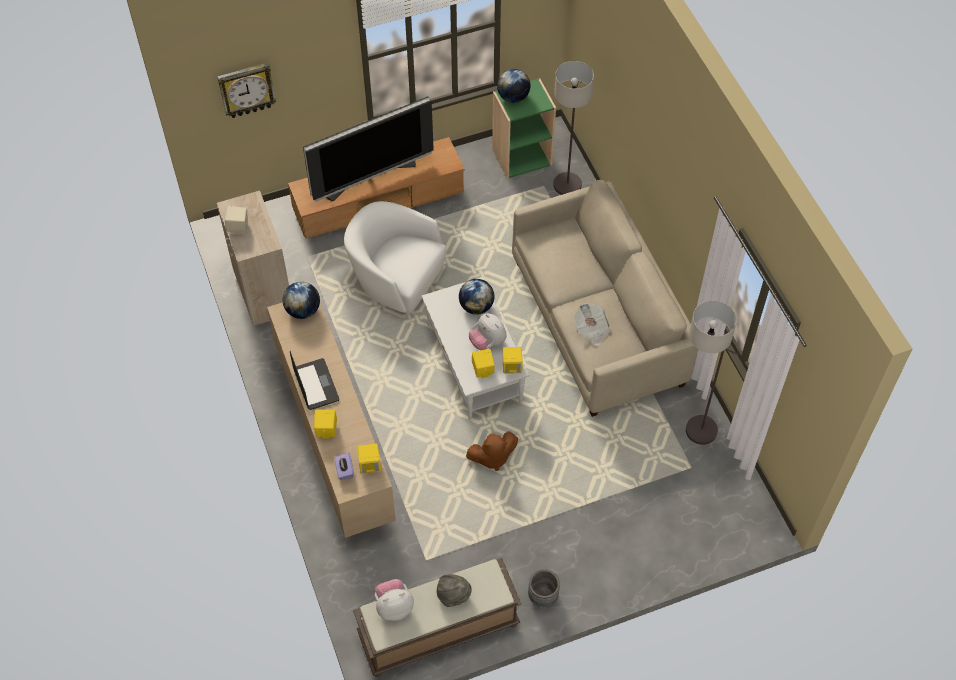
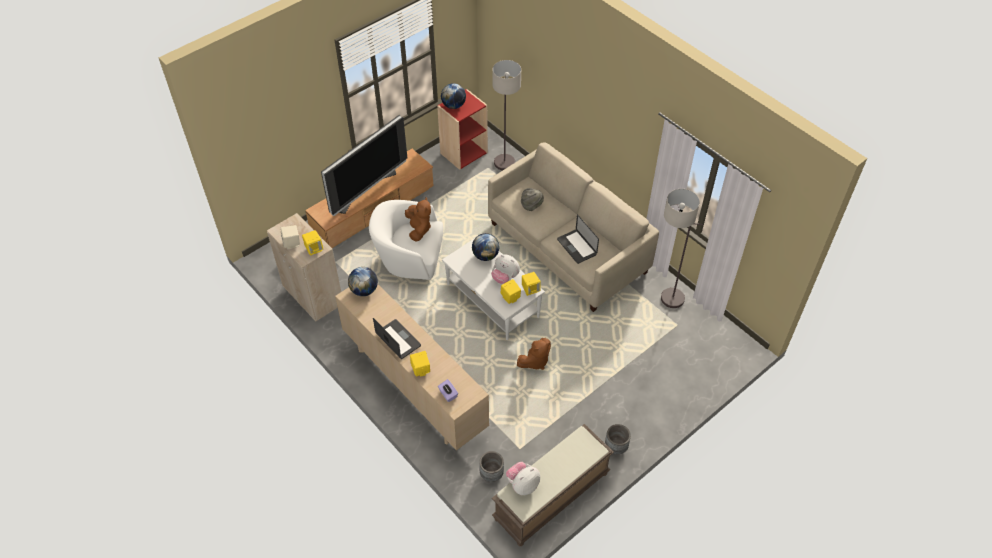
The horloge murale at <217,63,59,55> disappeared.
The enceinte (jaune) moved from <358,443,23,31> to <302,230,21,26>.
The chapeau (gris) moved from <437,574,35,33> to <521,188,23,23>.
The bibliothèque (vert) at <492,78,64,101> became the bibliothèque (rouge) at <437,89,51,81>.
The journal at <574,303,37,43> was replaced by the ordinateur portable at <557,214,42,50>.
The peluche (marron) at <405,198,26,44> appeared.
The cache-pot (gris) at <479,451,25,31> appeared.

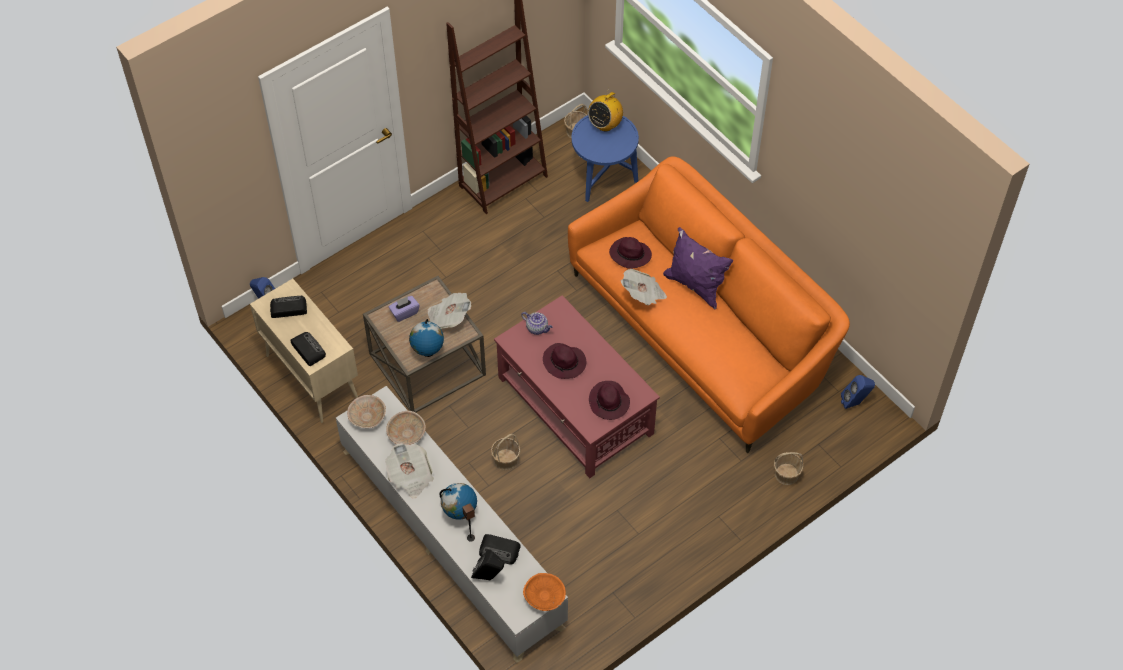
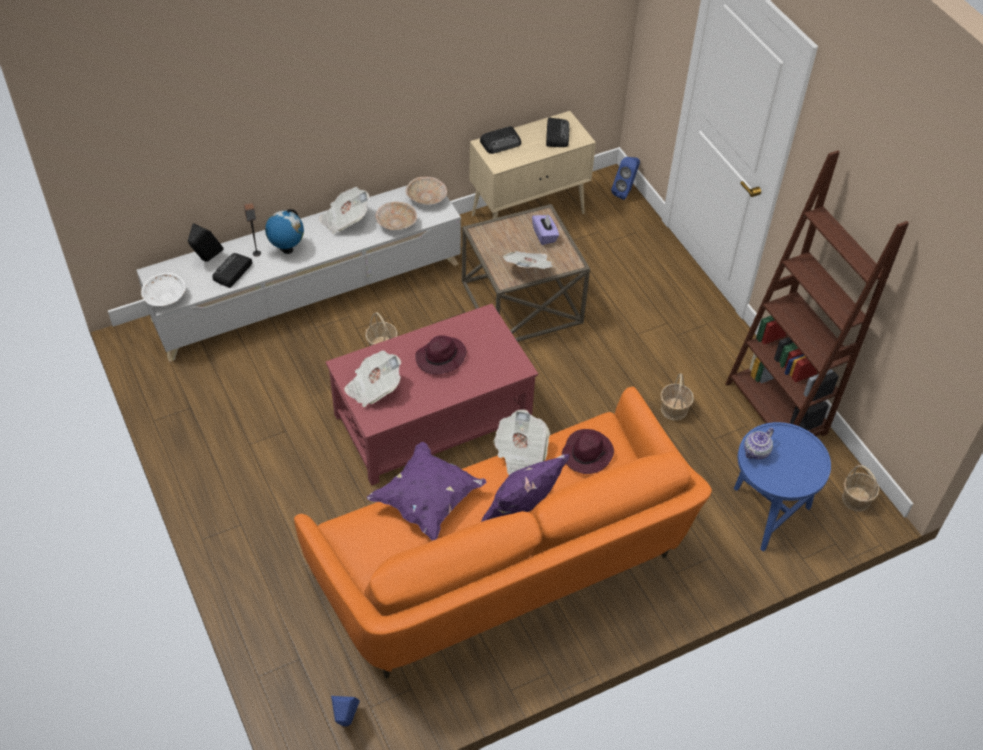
The globe at <409,319,35,38> disappeared.
The théière moved from <521,312,32,23> to <744,428,30,31>.
The bol (orange) at <523,573,43,38> became the bol (blanc) at <141,273,45,33>.
The radio at <588,91,35,40> disappeared.
The chapeau (violet) at <589,381,41,39> was replaced by the journal at <344,351,57,56>.
The panier moved from <774,452,29,33> to <660,373,34,47>.
The coussin (violet) at <366,442,121,99> appeared.

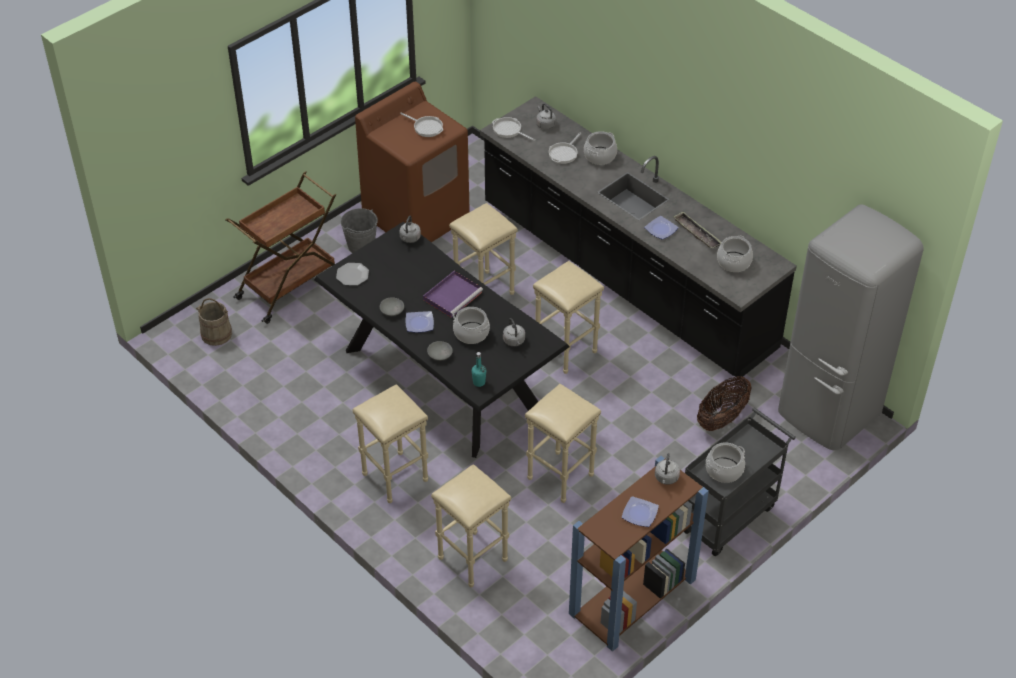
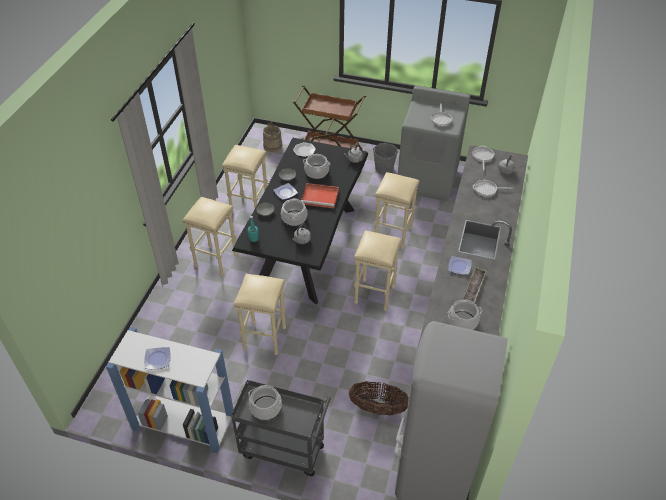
The lave-linge (marron) at <355,82,115,161> became the lave-linge (gris) at <398,86,72,115>.
The plateau (violet) at <423,271,60,47> became the plateau (rouge) at <301,183,38,25>.
The tabouret (beige) moved from <431,464,80,123> to <222,145,46,67>.
The bibliothèque (marron) at <569,456,140,196> became the bibliothèque (blanc) at <106,327,128,127>.
The marmite moved from <584,131,33,34> to <303,154,27,25>.
The bouilloire (gris) at <655,453,25,32> disappeared.

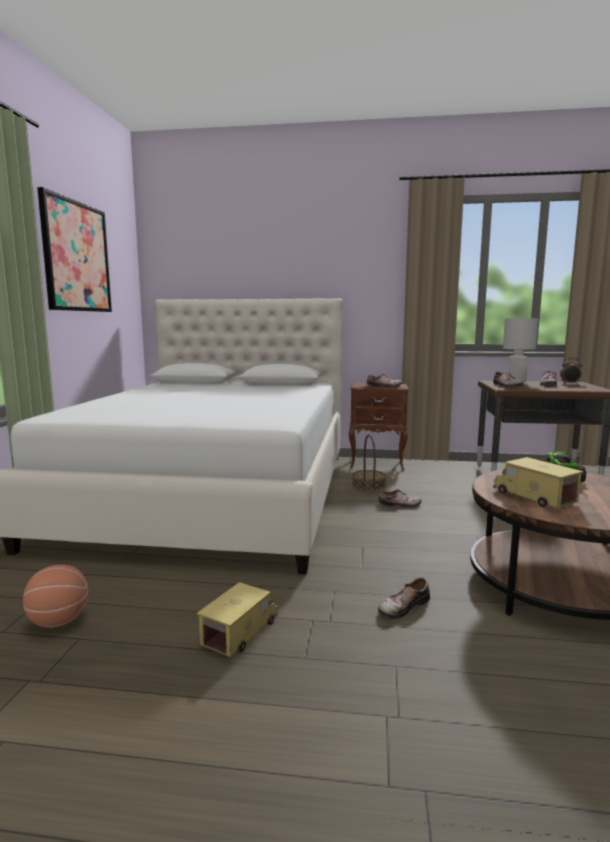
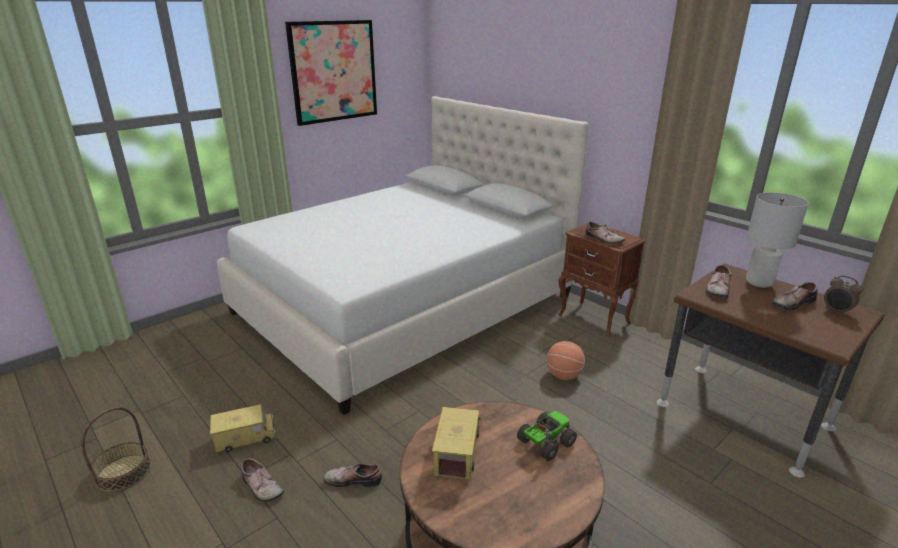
The ballon de basket moved from <23,564,66,64> to <546,341,39,39>.
The panier moved from <352,434,34,58> to <81,407,70,85>.
The chaussure moved from <379,489,43,18> to <241,458,43,44>.

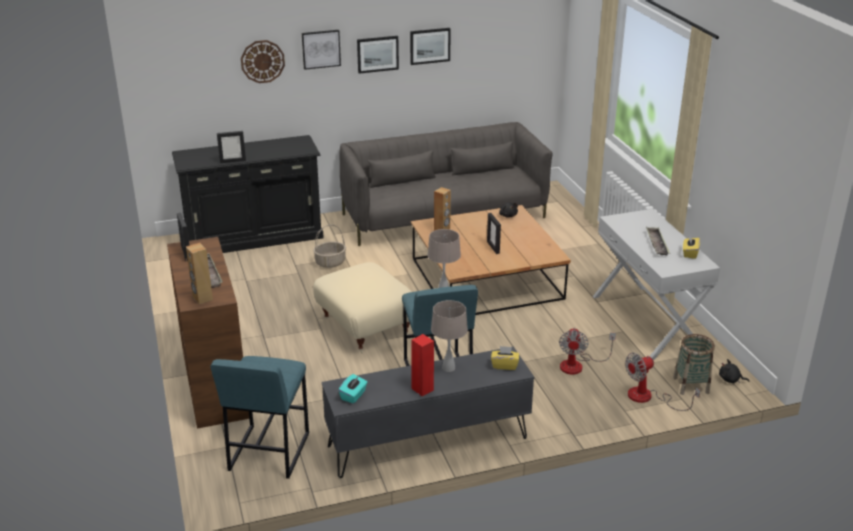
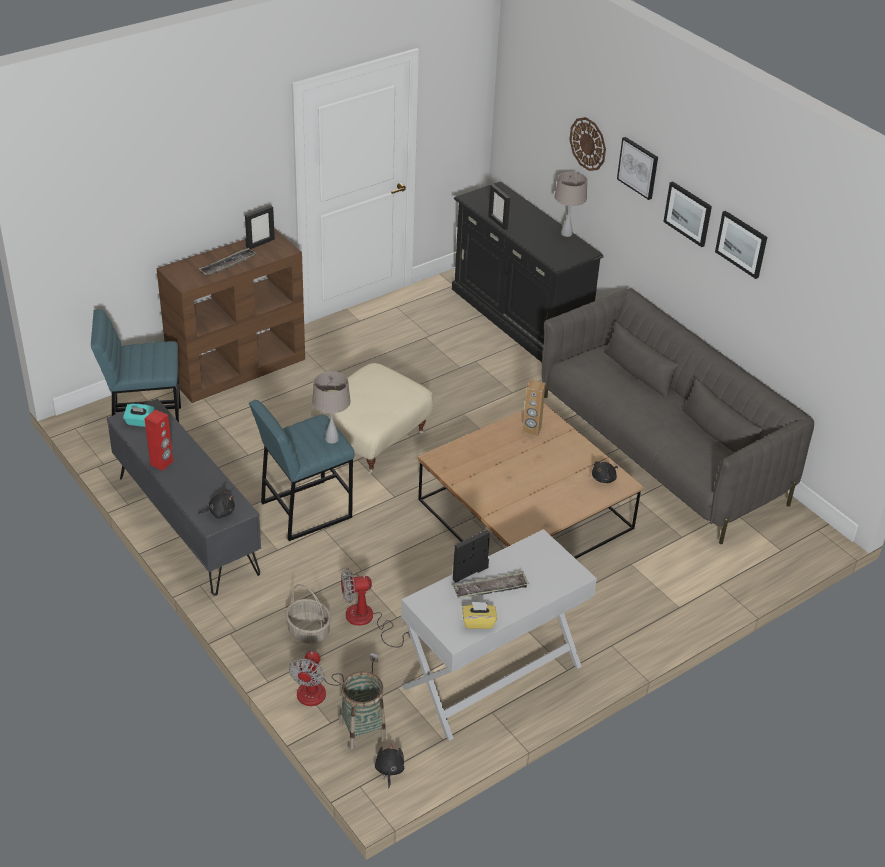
The enceinte (marron) at <186,243,27,61> disappeared.
The panier moved from <314,224,32,44> to <286,584,45,60>.
The lampe de table (beige) moved from <431,300,37,72> to <554,171,33,66>.
The cadre photo moved from <487,213,14,41> to <453,530,37,53>.
The boîte à mouchoirs (jaune) at <491,346,28,24> was replaced by the peluche (noir) at <198,489,37,30>.
The ventilateur at <625,353,75,58> turned 120 degrees counterclockwise.

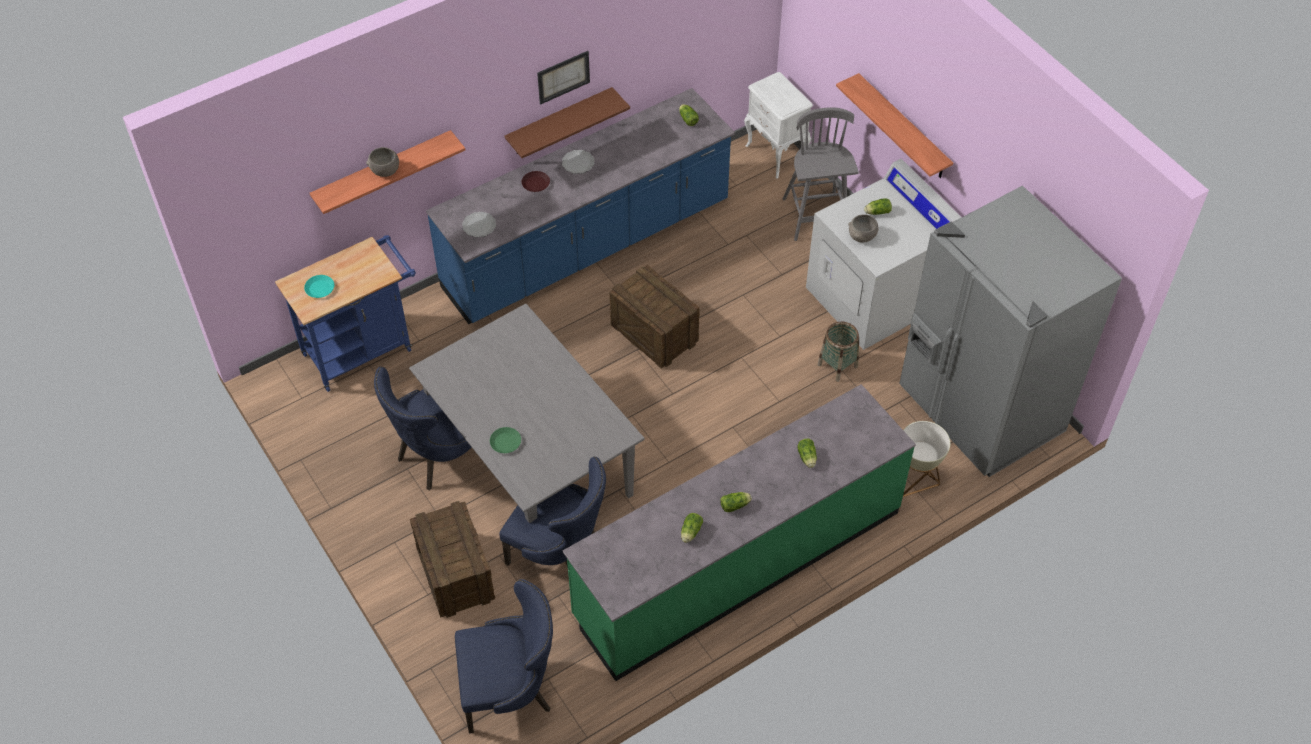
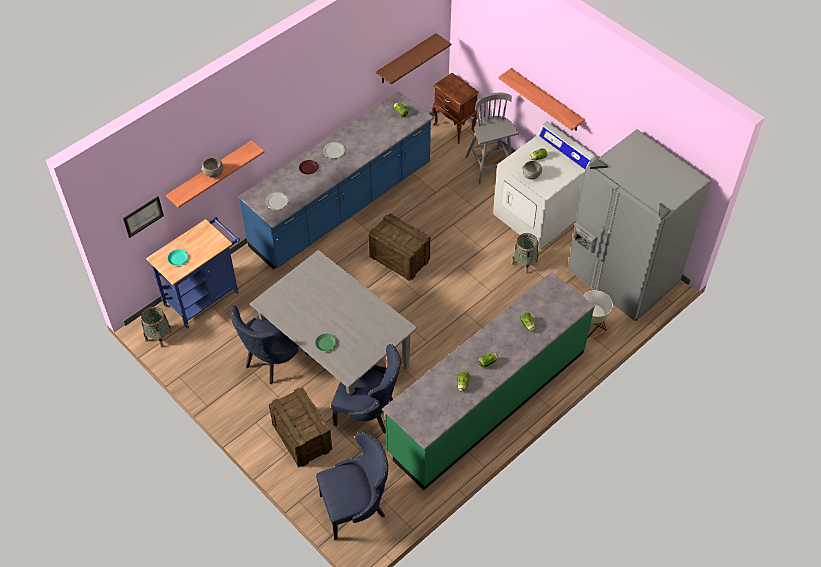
The étagère (marron) moved from <504,87,126,71> to <376,33,75,51>.
The tableau moved from <537,51,53,53> to <123,196,41,42>.
The table de chevet (blanc) at <744,72,69,106> became the table de chevet (marron) at <432,73,47,71>.
The panier at <141,307,31,40> appeared.

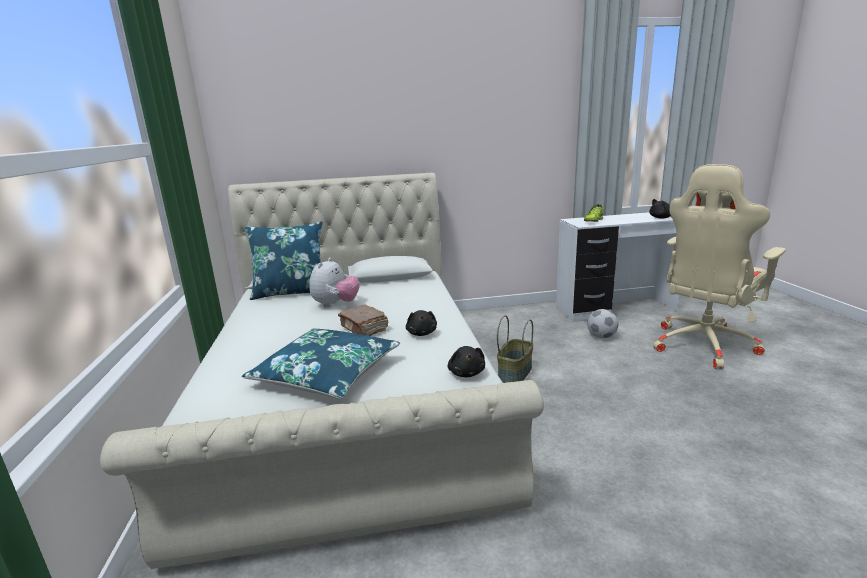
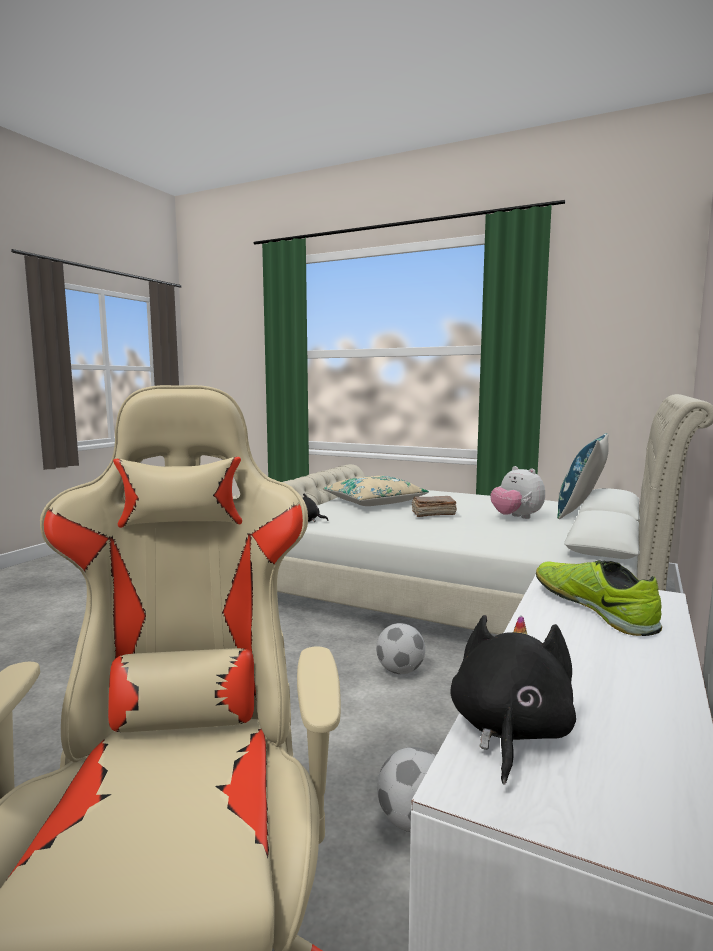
The coussin (bleu) at <242,328,158,71> became the coussin (beige) at <323,476,106,30>.
The peluche (noir) at <406,310,31,26> disappeared.
The panier at <497,315,36,68> was replaced by the ballon de foot at <376,623,49,51>.

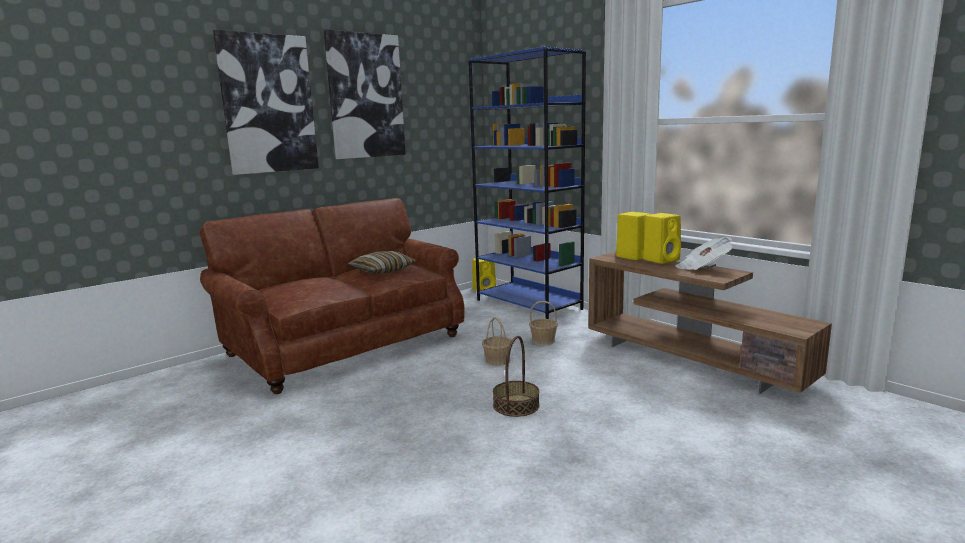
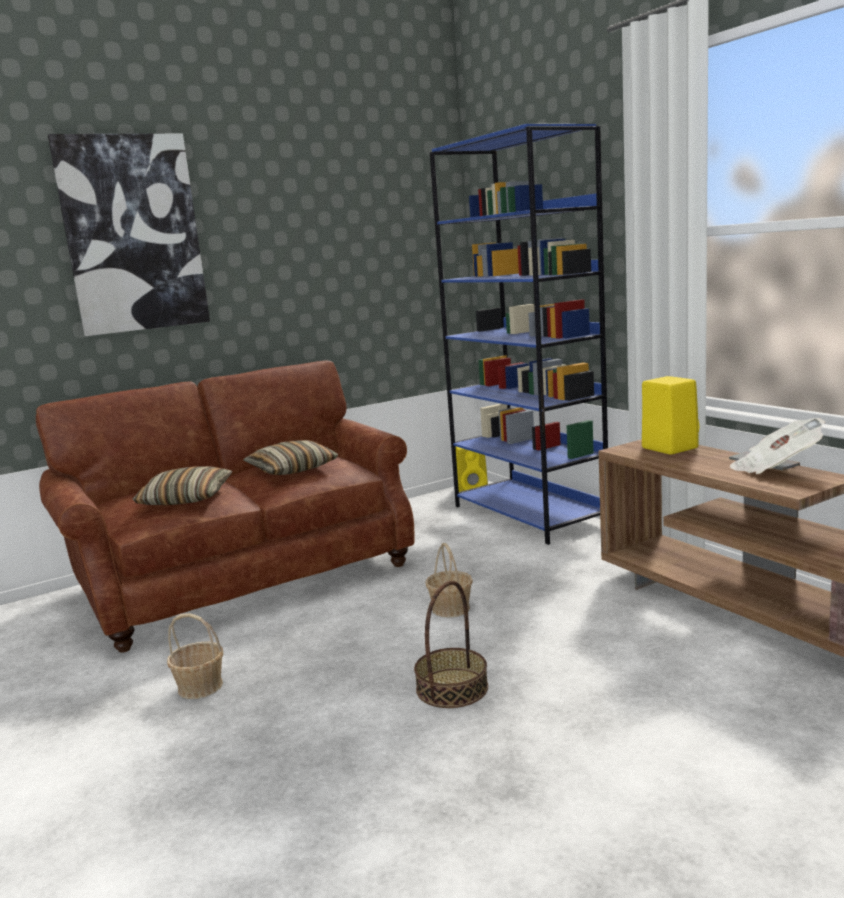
The tableau at <324,30,82,129> disappeared.
The panier moved from <529,301,29,44> to <167,613,56,86>.
The enceinte (jaune) at <643,213,38,51> disappeared.
The coussin at <133,466,99,39> appeared.

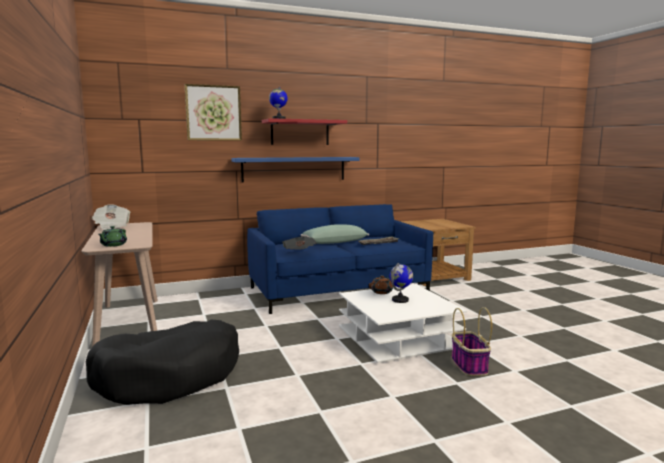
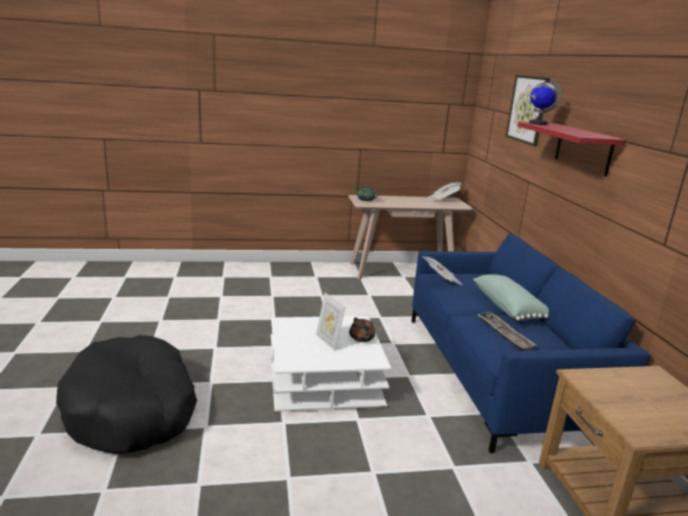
The panier pour chien (noir) moved from <86,320,153,85> to <56,335,141,119>.
The étagère (bleu) at <232,157,127,25> disappeared.
The globe at <390,263,23,40> was replaced by the cadre photo at <316,293,29,58>.
The panier at <452,307,40,69> disappeared.

